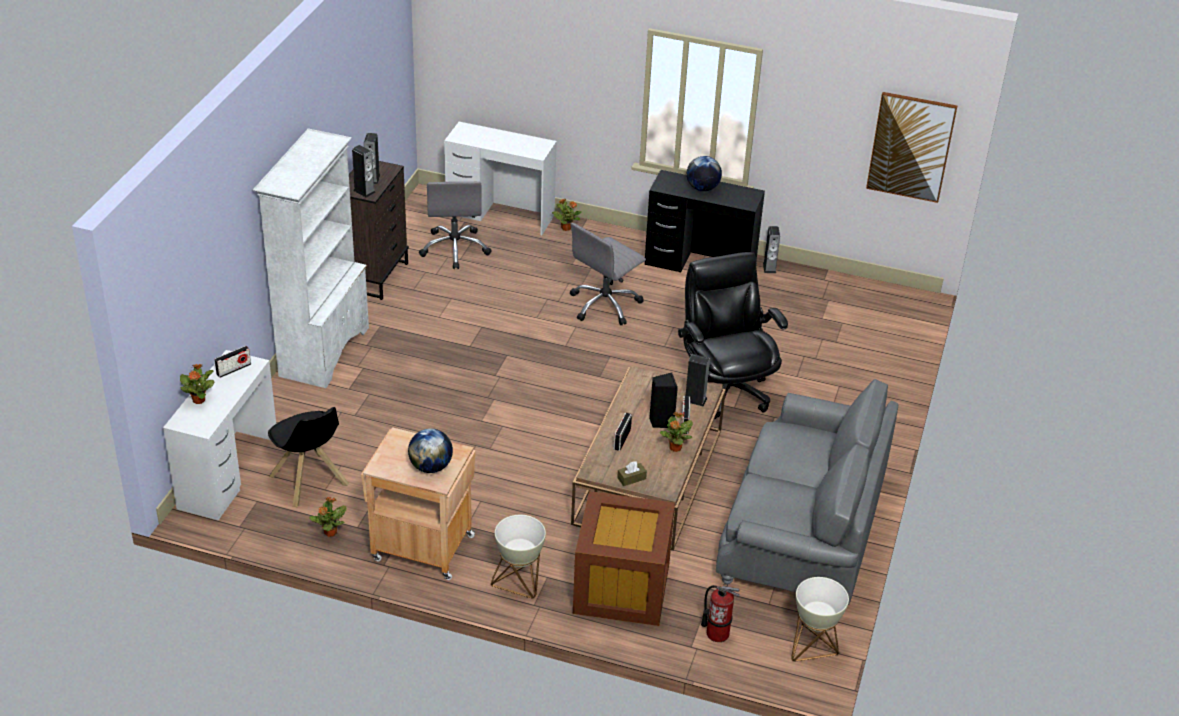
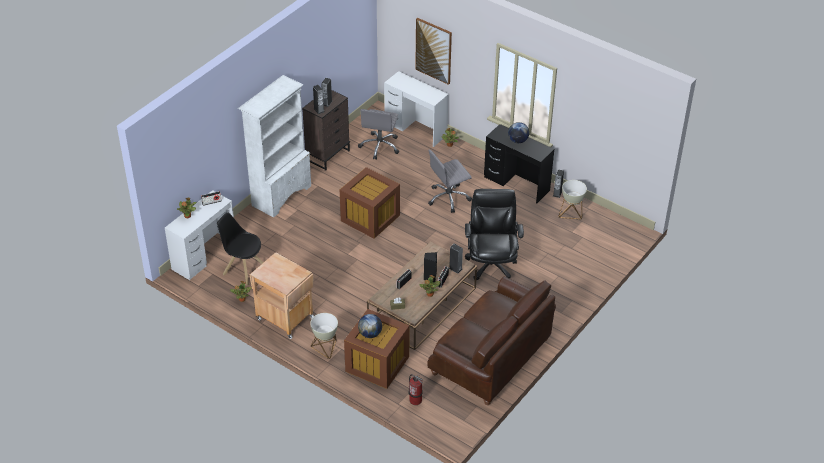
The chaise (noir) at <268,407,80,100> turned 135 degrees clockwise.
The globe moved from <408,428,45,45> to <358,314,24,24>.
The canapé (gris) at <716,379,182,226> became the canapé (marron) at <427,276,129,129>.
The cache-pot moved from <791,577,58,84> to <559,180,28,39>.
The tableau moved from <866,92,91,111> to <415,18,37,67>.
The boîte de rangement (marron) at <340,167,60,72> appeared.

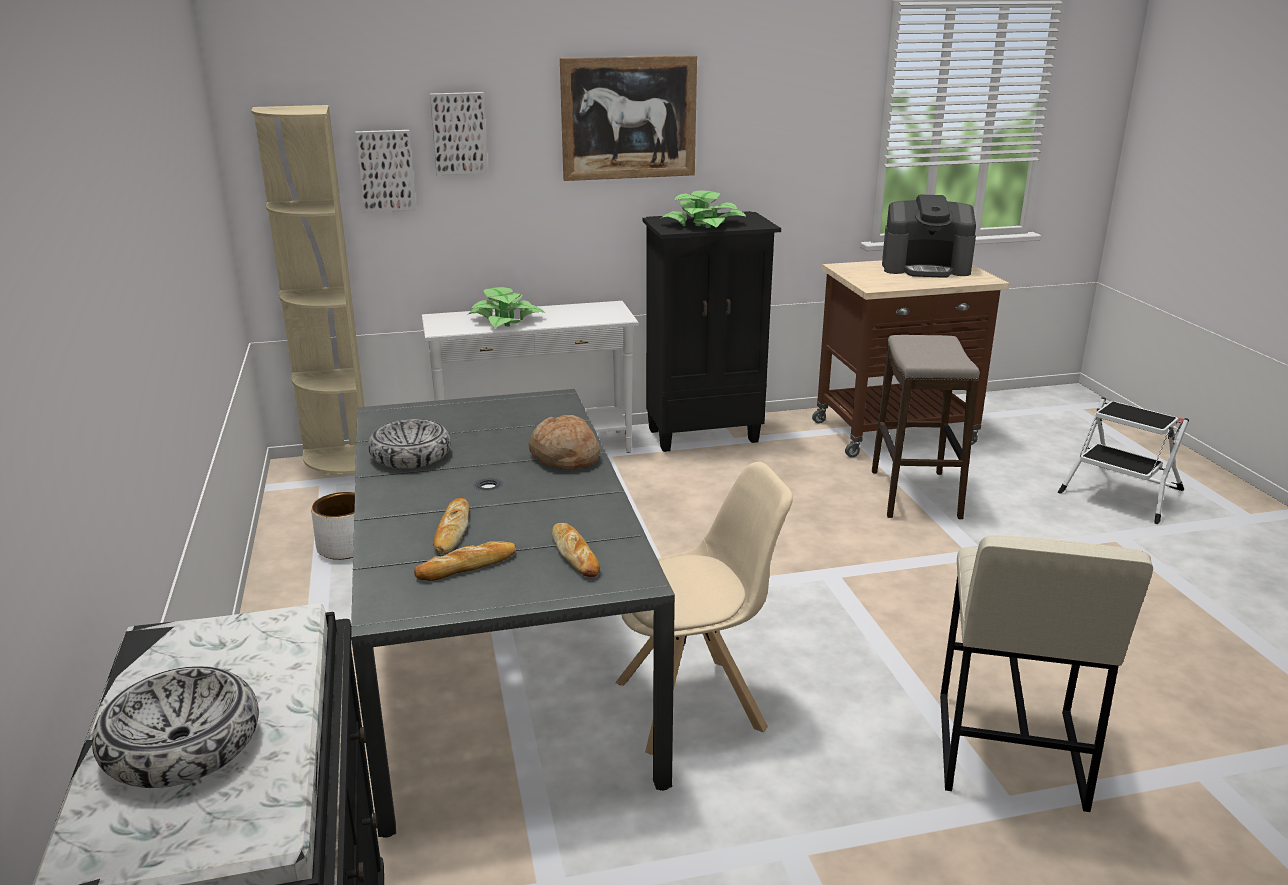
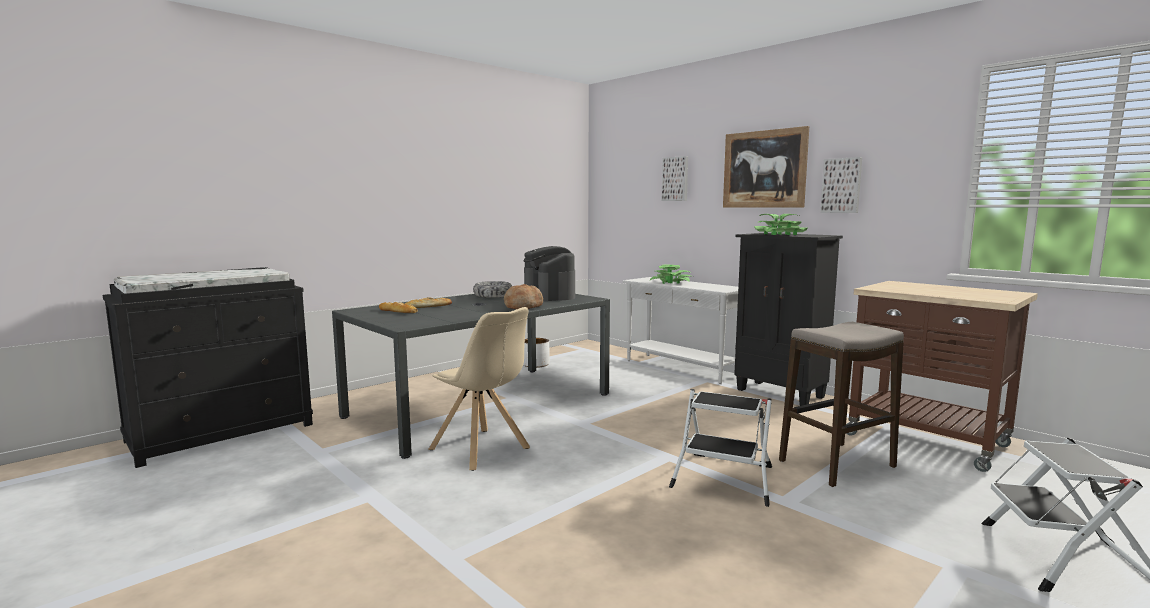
The bol at <92,666,167,122> disappeared.
The bibliothèque (beige) at <251,105,113,372> disappeared.
The tableau moved from <355,130,61,83> to <820,157,42,56>.
The pain at <552,523,48,54> disappeared.
The machine à café moved from <882,195,94,83> to <524,246,51,55>.
The chaise (beige) at <940,535,213,277> disappeared.
The escabeau at <669,389,103,118> appeared.

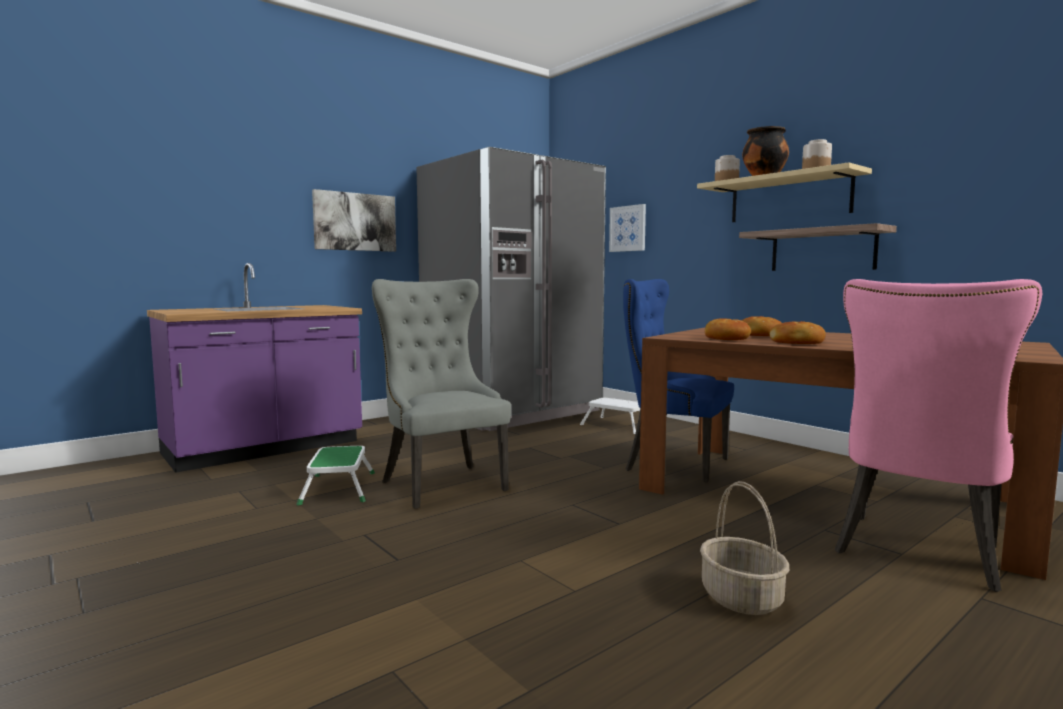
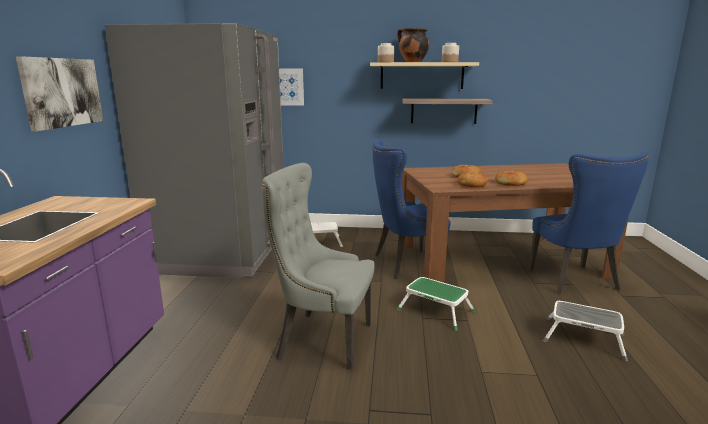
The escabeau (vert) moved from <296,446,79,59> to <397,277,78,54>.
The panier at <700,481,89,134> was replaced by the escabeau (gris) at <543,301,85,60>.
The chaise (rose) at <834,279,208,313> became the chaise (bleu) at <529,152,120,143>.

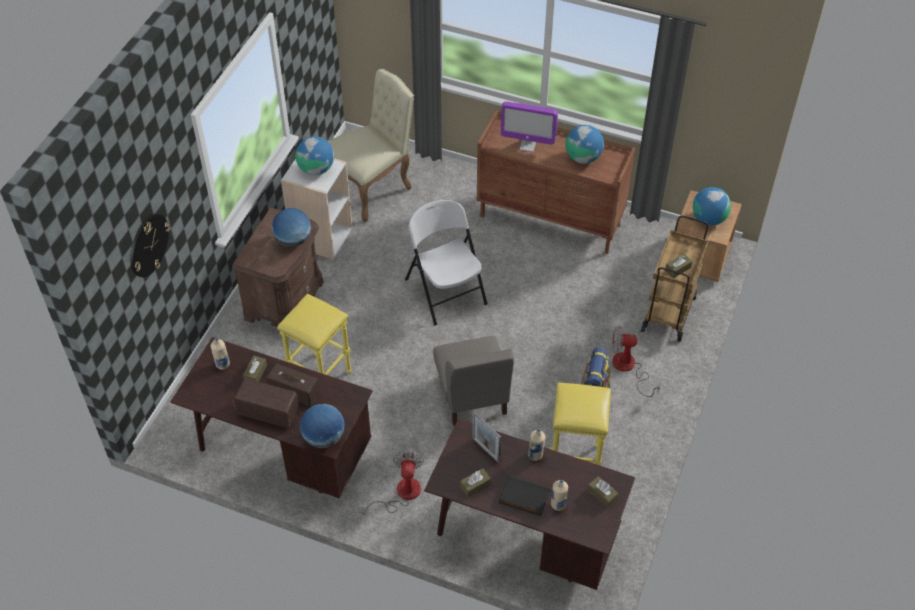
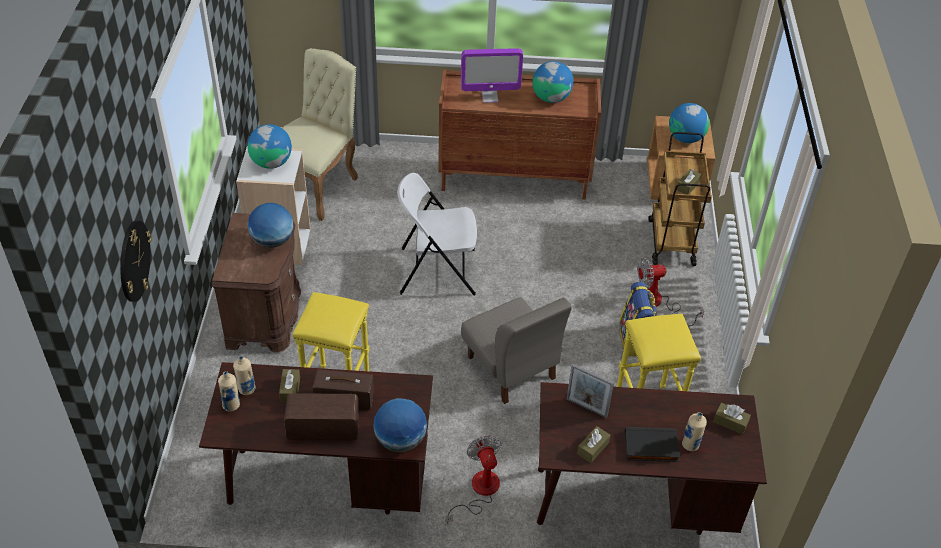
The chaise (blanc) at <405,200,83,126> turned 45 degrees counterclockwise.
The bouteille (beige) moved from <528,429,17,32> to <218,371,22,41>.

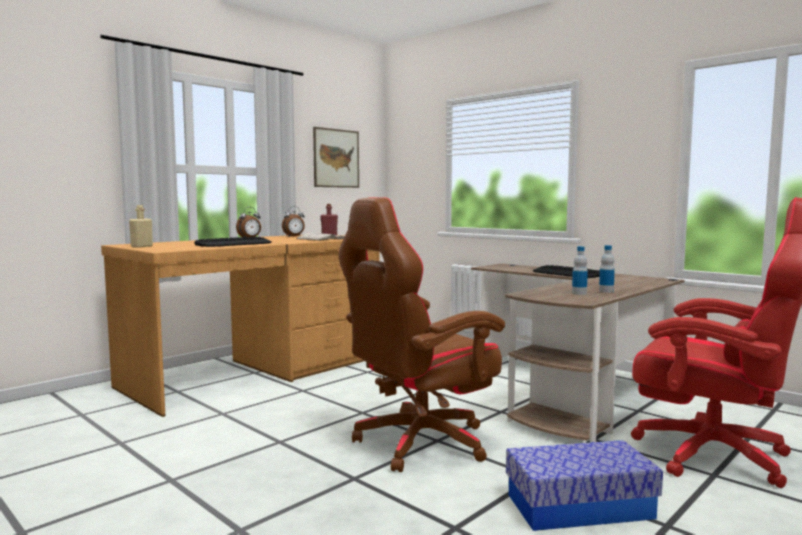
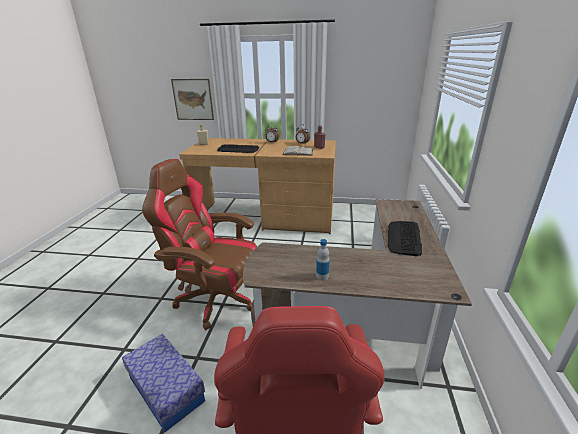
The tableau moved from <313,127,46,61> to <171,79,43,41>.
The bouteille at <572,246,16,49> disappeared.

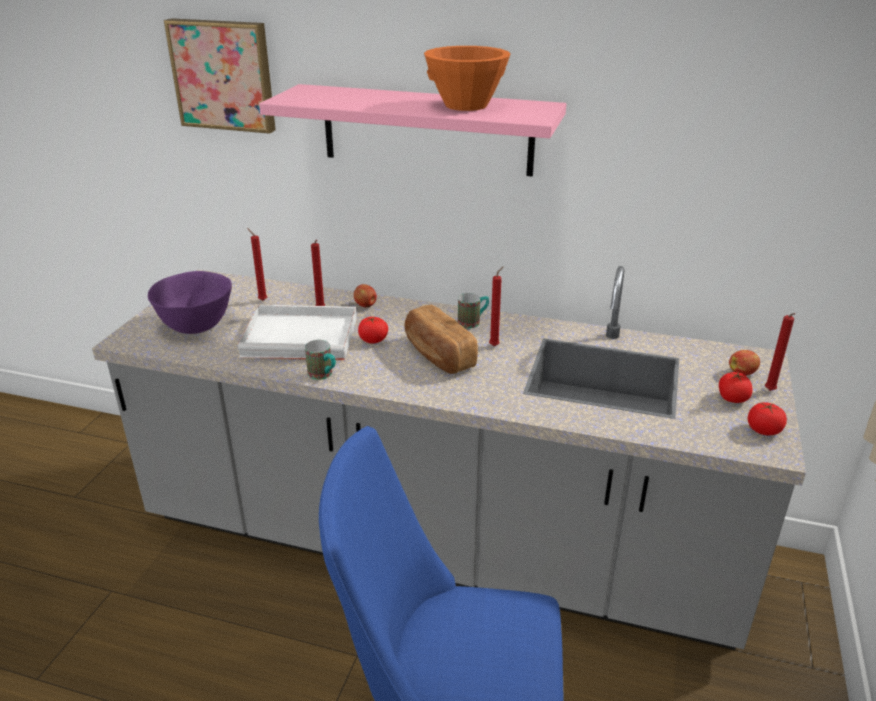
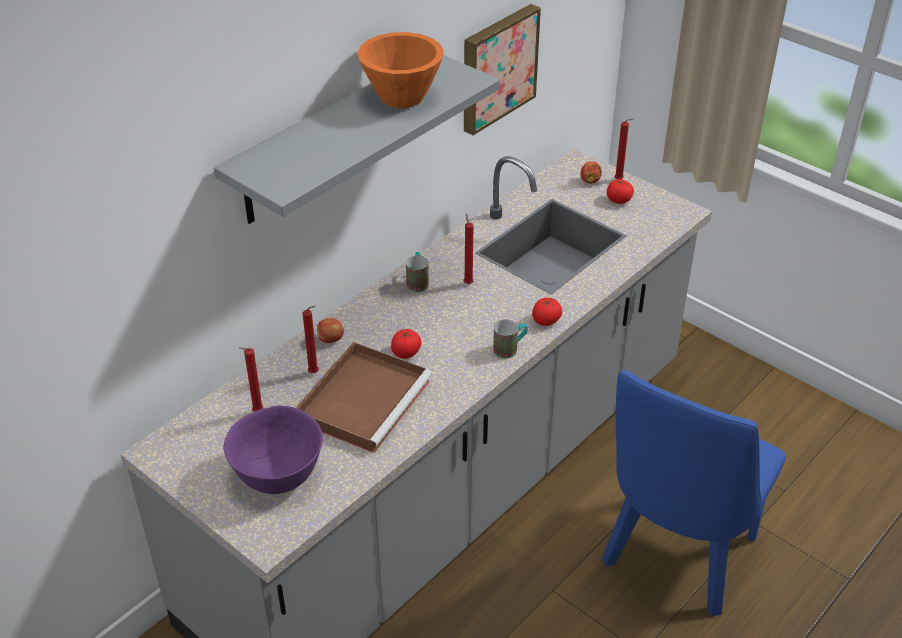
The tableau moved from <164,18,112,116> to <464,4,77,131>.
The plateau (blanc) at <238,305,119,55> became the plateau (marron) at <296,342,136,111>.
The étagère (rose) at <259,84,307,92> became the étagère (gris) at <214,55,286,169>.
The mug moved from <305,340,31,40> to <493,320,35,38>.
The pain at <405,305,73,69> disappeared.
The tomate moved from <748,402,39,33> to <532,298,30,28>.

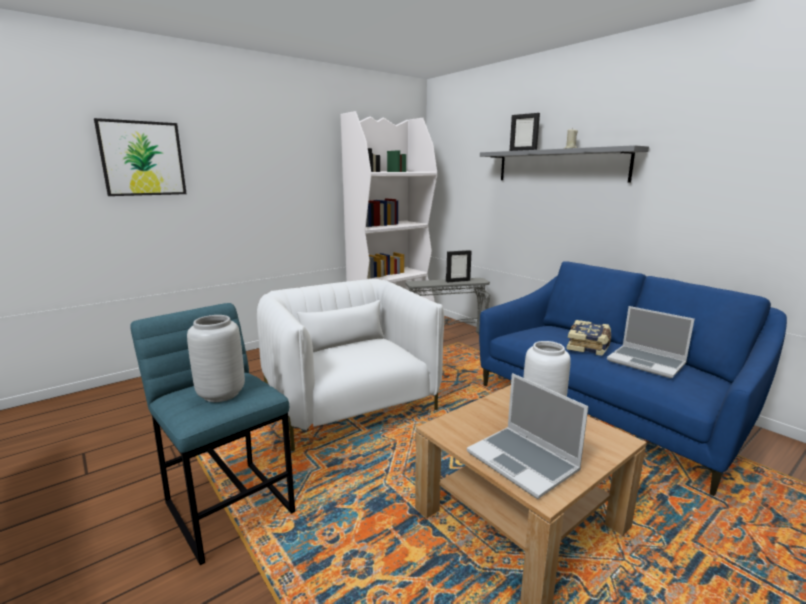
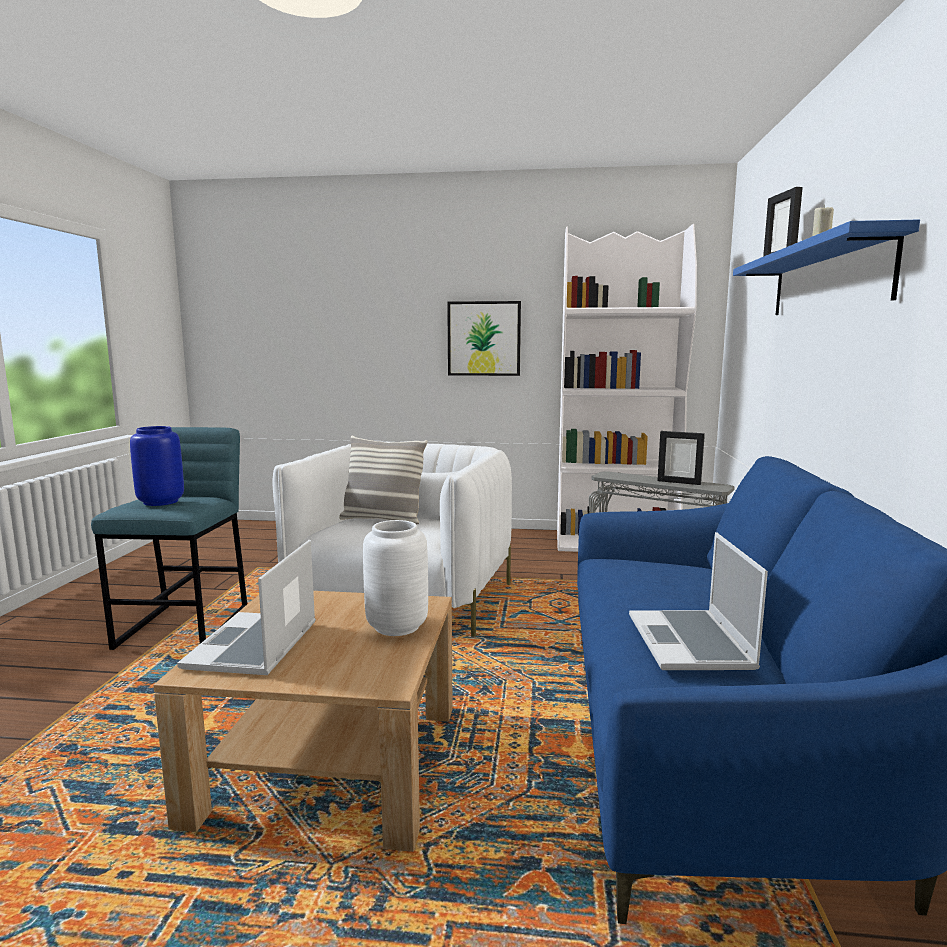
The tableau moved from <94,118,93,78> to <447,301,74,75>.
The vase (gris) at <187,315,58,87> became the vase (bleu) at <130,426,54,80>.
The étagère (gris) at <480,145,169,37> became the étagère (bleu) at <733,220,187,95>.
The livre at <566,320,45,36> disappeared.
The coussin at <339,435,88,89> appeared.

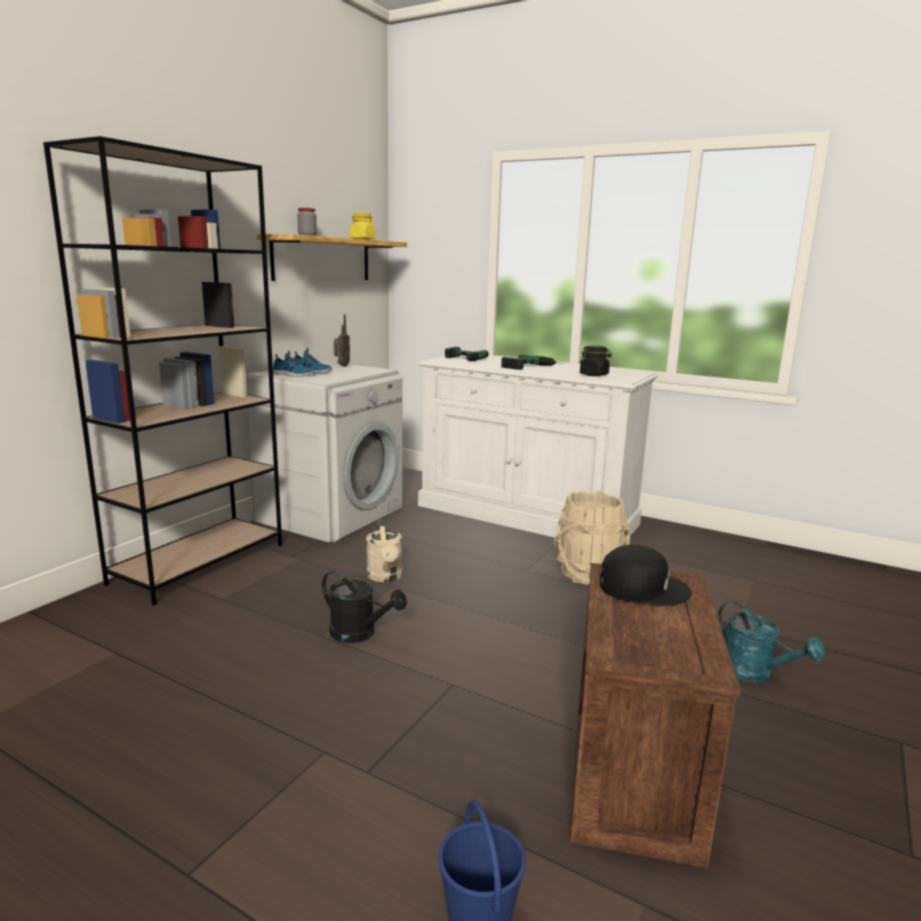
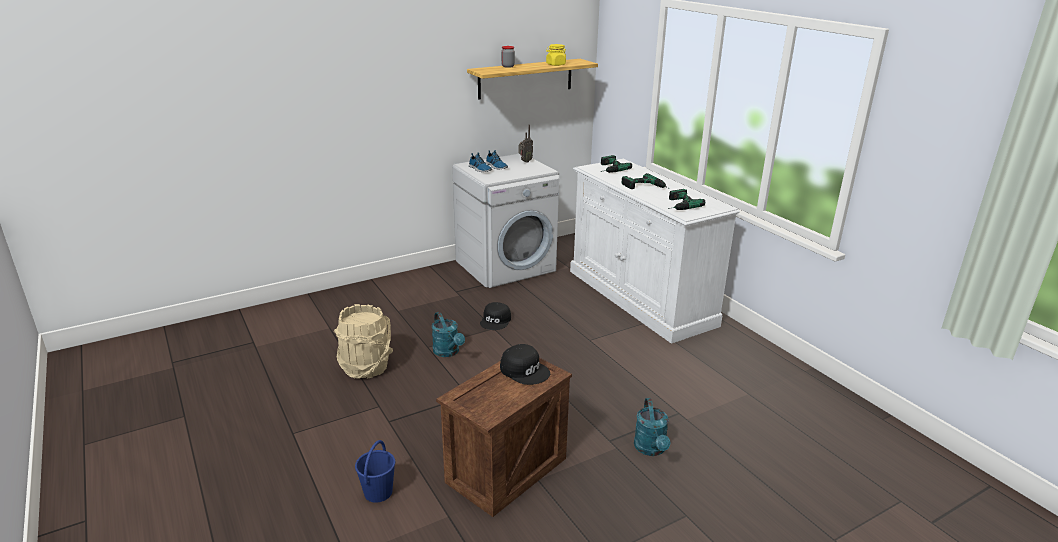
The bibliothèque (beige) at <43,136,239,469> disappeared.
The arrosoir (noir) at <322,571,85,72> became the arrosoir (turquoise) at <432,312,33,45>.
The arrosoir (beige) at <366,520,37,62> was replaced by the casquette (noir) at <480,302,31,28>.
The seau (beige) moved from <554,491,77,94> to <334,304,59,75>.
The bocal (noir) at <580,346,32,30> was replaced by the perceuse at <668,189,37,21>.

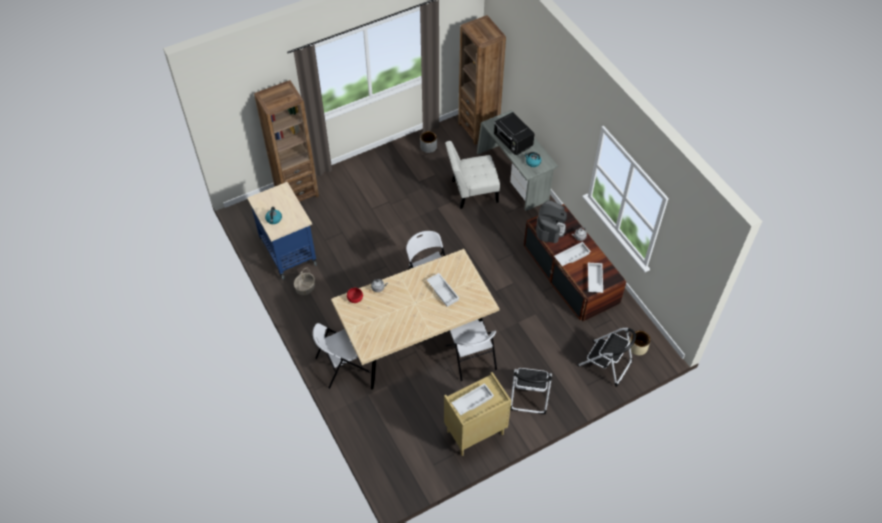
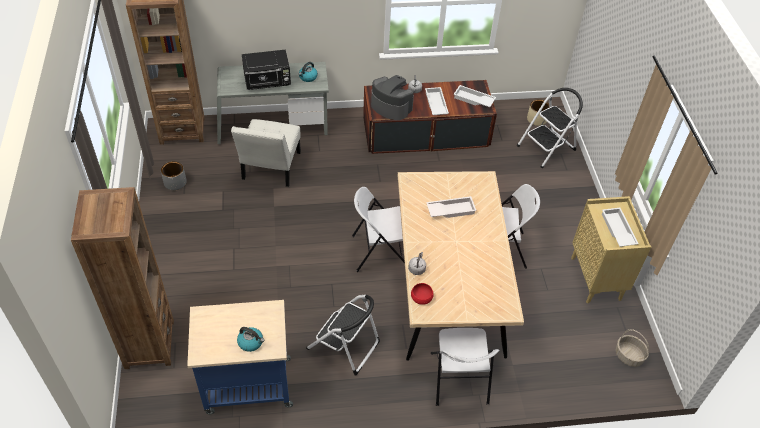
The panier moved from <294,268,21,27> to <616,329,33,38>.
The escabeau moved from <510,368,42,46> to <306,295,74,81>.

